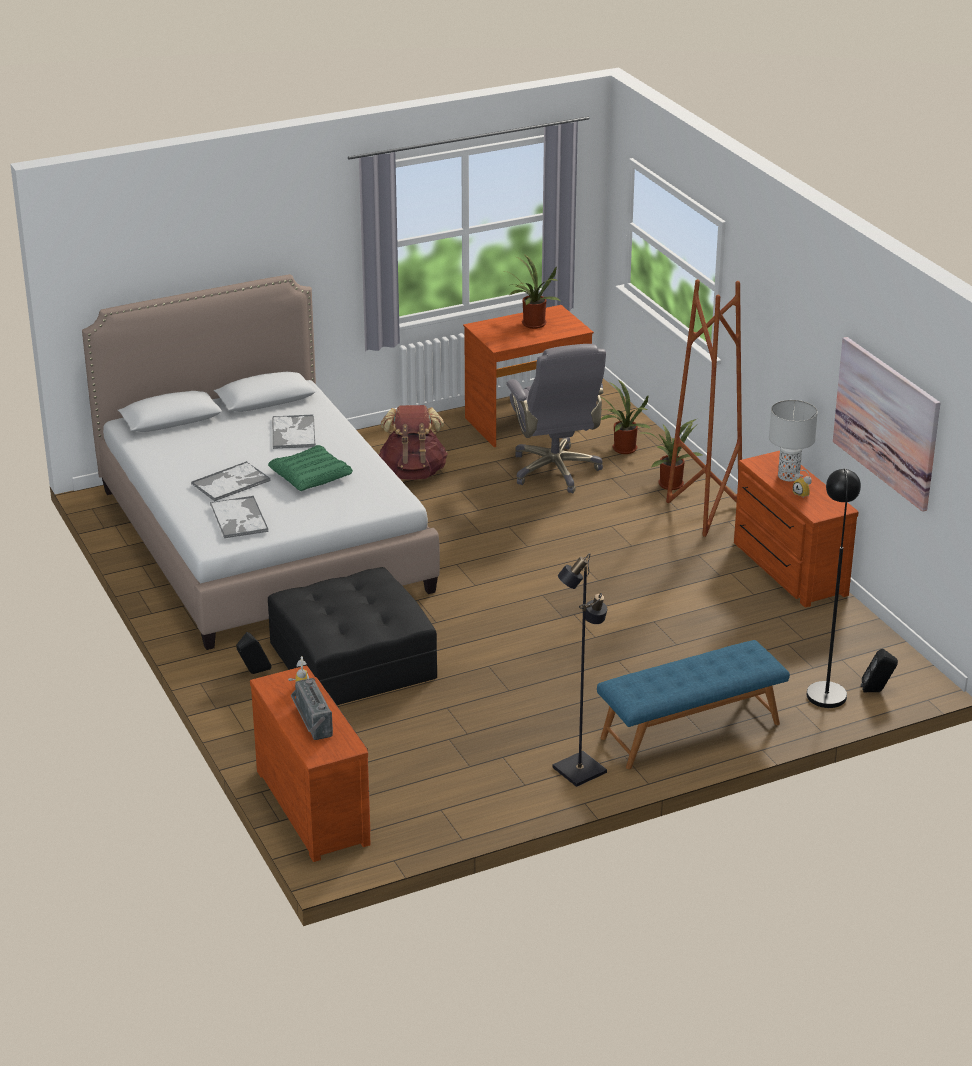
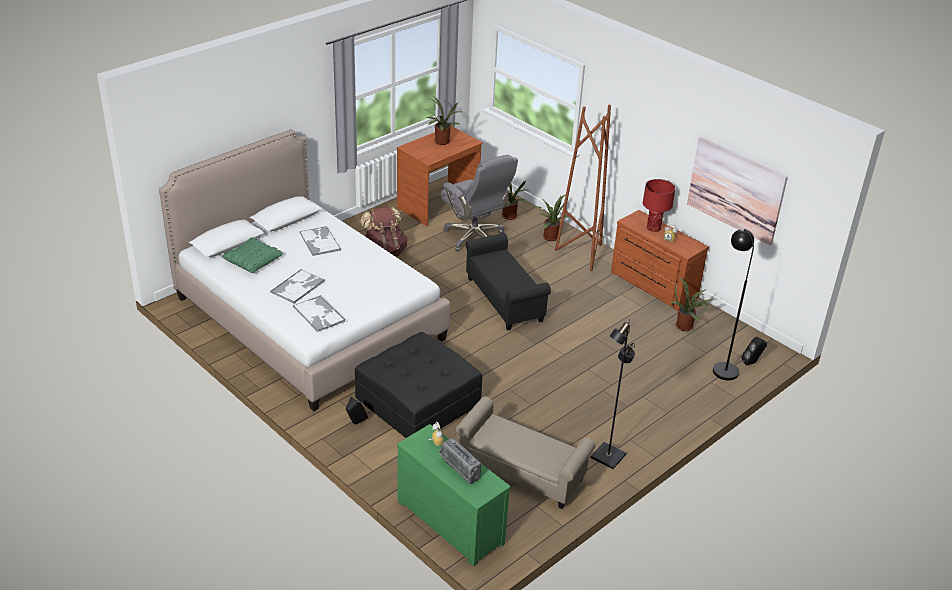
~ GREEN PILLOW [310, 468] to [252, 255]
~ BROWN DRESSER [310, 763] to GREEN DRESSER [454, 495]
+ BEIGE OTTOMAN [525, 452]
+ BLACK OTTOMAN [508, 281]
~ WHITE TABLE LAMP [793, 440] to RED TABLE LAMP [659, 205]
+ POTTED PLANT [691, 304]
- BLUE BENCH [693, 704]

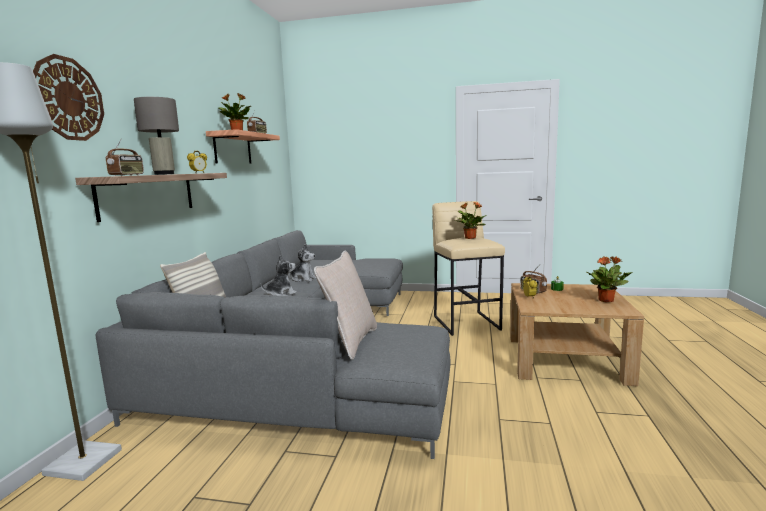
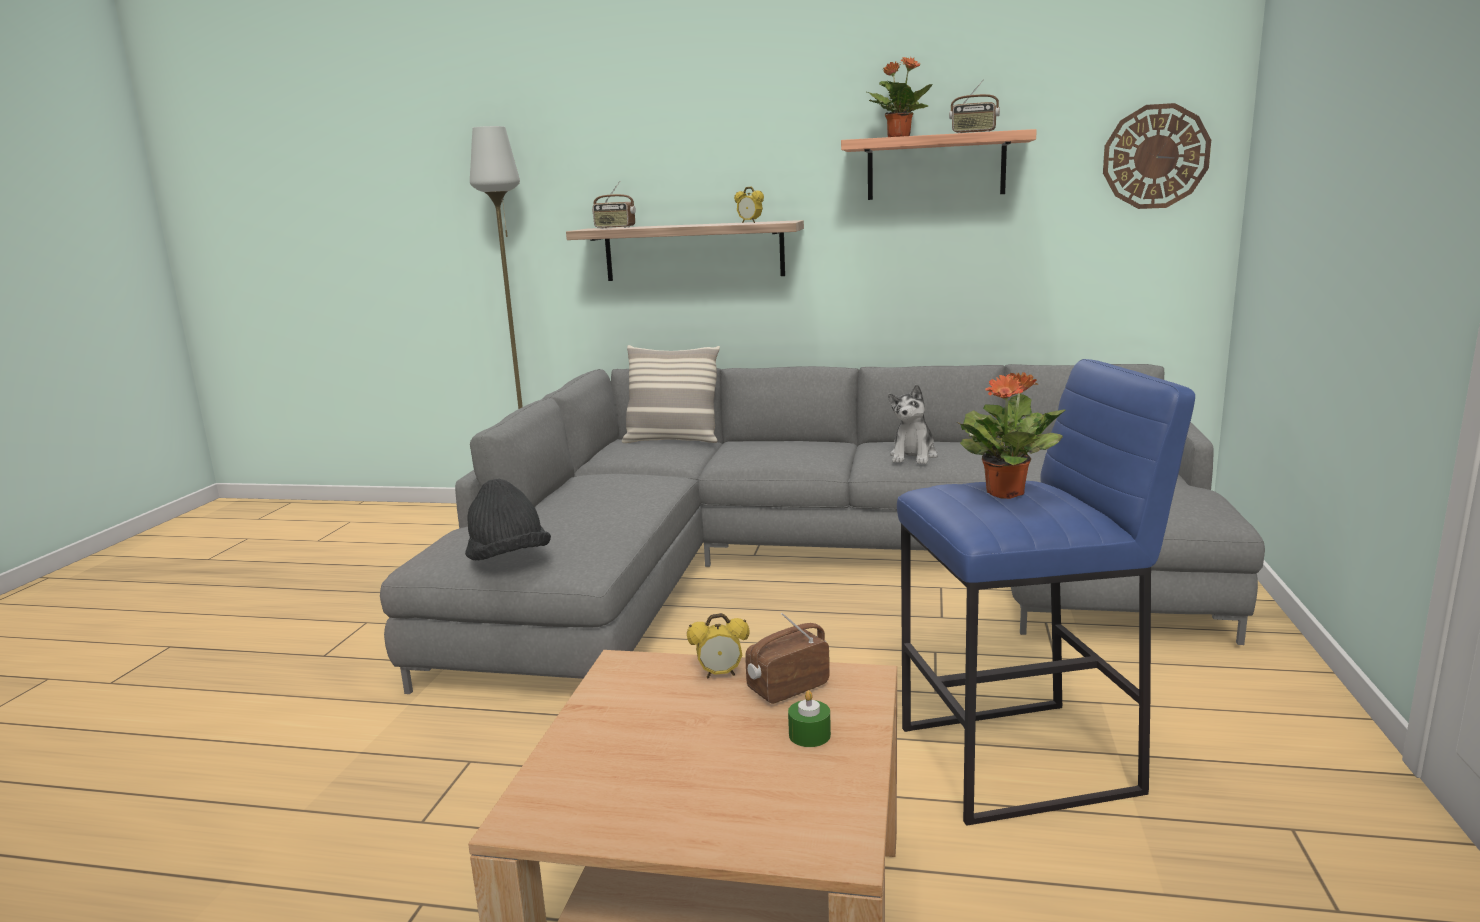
+ BLACK HAT [508, 520]
~ BEIGE STOOL [468, 268] to BLUE STOOL [1046, 592]
~ WALL CLOCK [68, 97] to [1157, 156]
- GREY TABLE LAMP [156, 136]
- PLUSH TOY [279, 275]
- BEIGE PILLOW [345, 305]
- POTTED PLANT [610, 279]

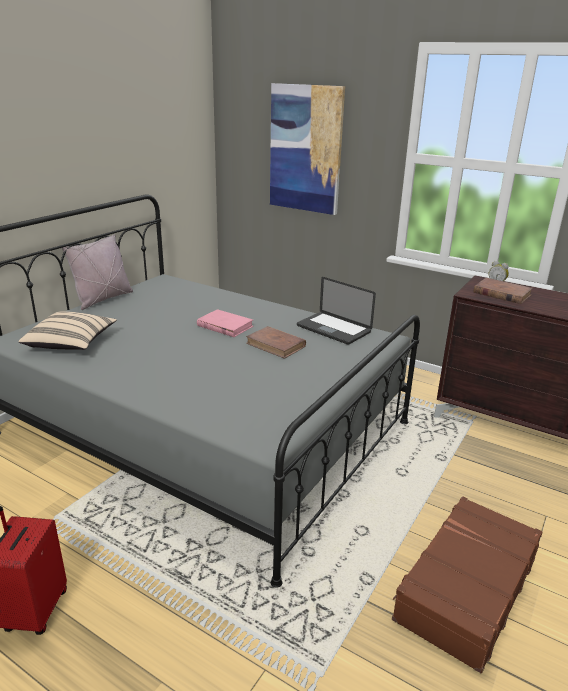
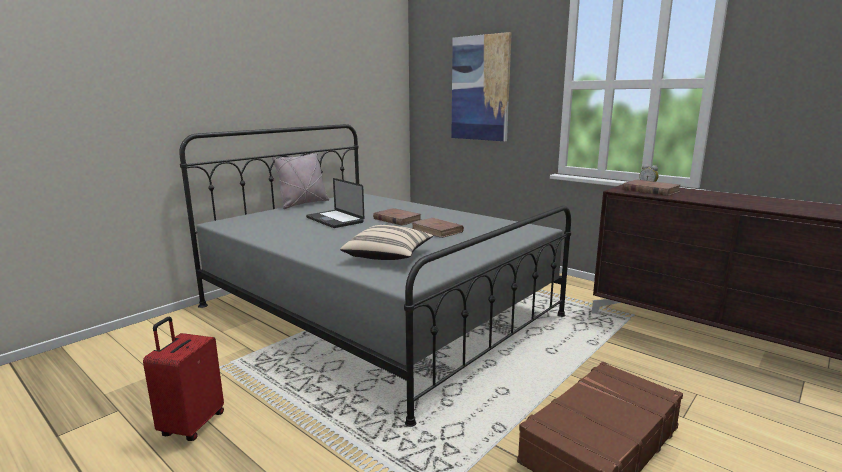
~ LAPTOP [336, 311] to [335, 203]
~ BEIGE PILLOW [68, 330] to [386, 242]
~ PINK BOOK [225, 323] to BROWN BOOK [397, 217]

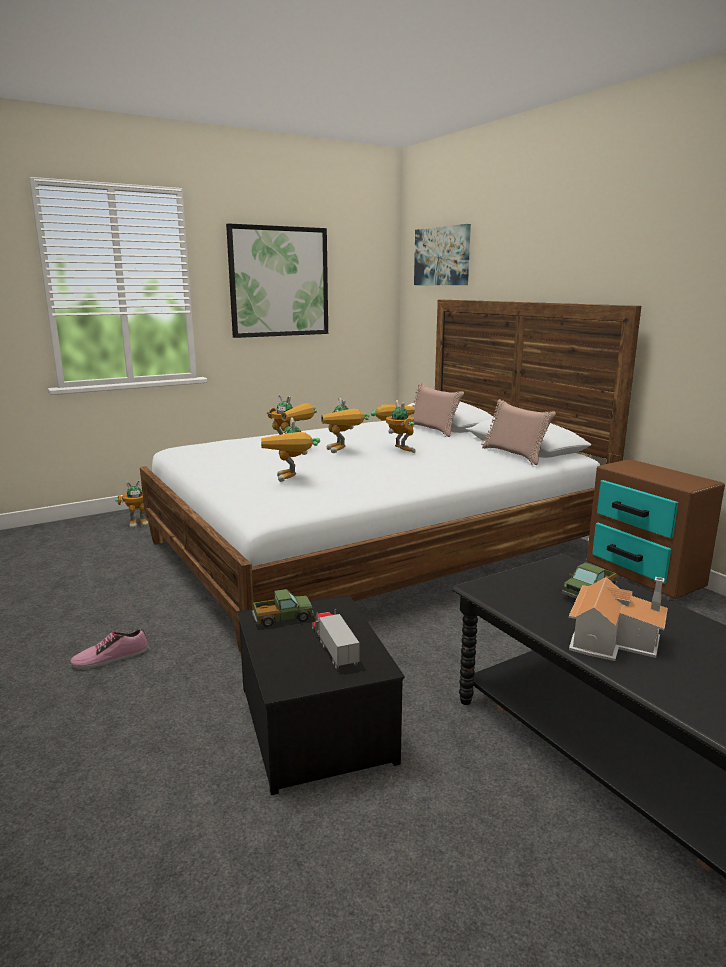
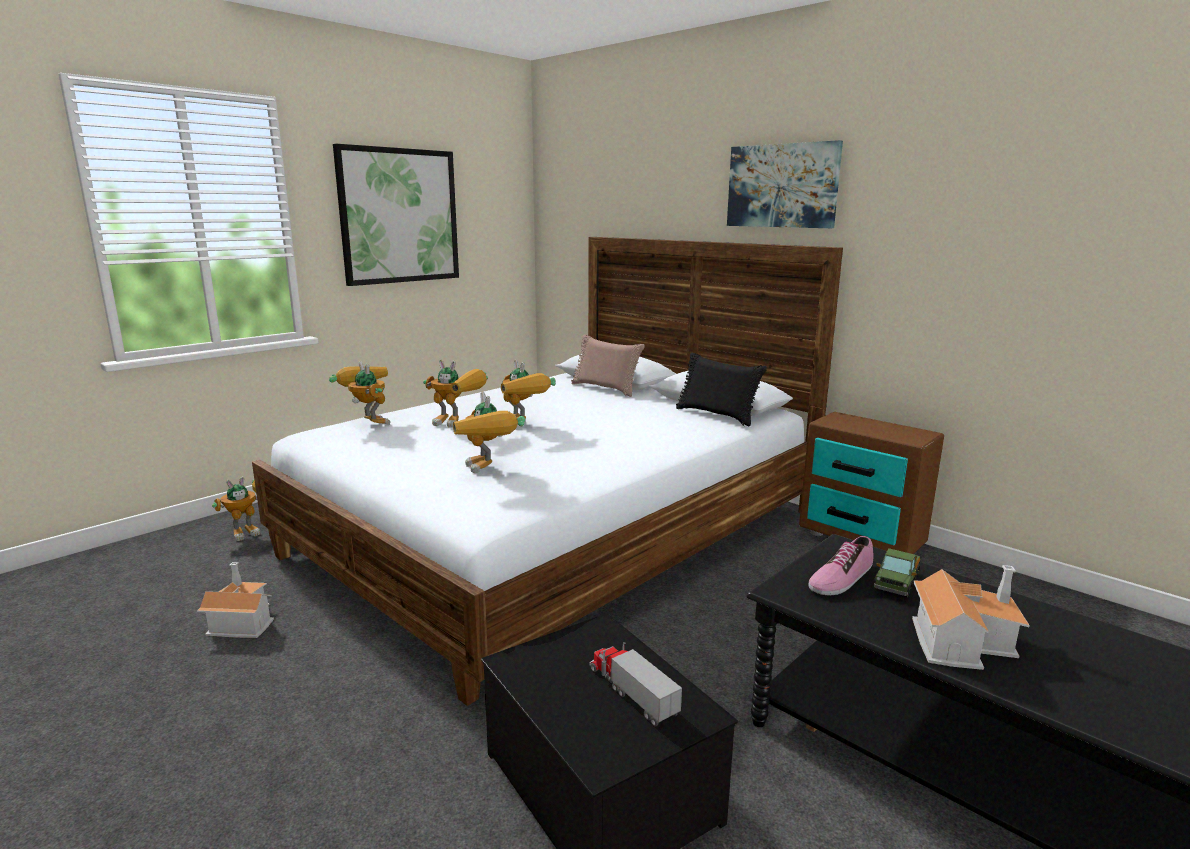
+ TOY HOUSE [235, 600]
~ TOY ROBOT [393, 426] to [359, 393]
~ BEIGE PILLOW [518, 432] to BLACK PILLOW [721, 389]
~ PICTURE [442, 254] to [785, 184]
~ SHOE [109, 649] to [840, 566]
- TOY TRUCK [283, 608]

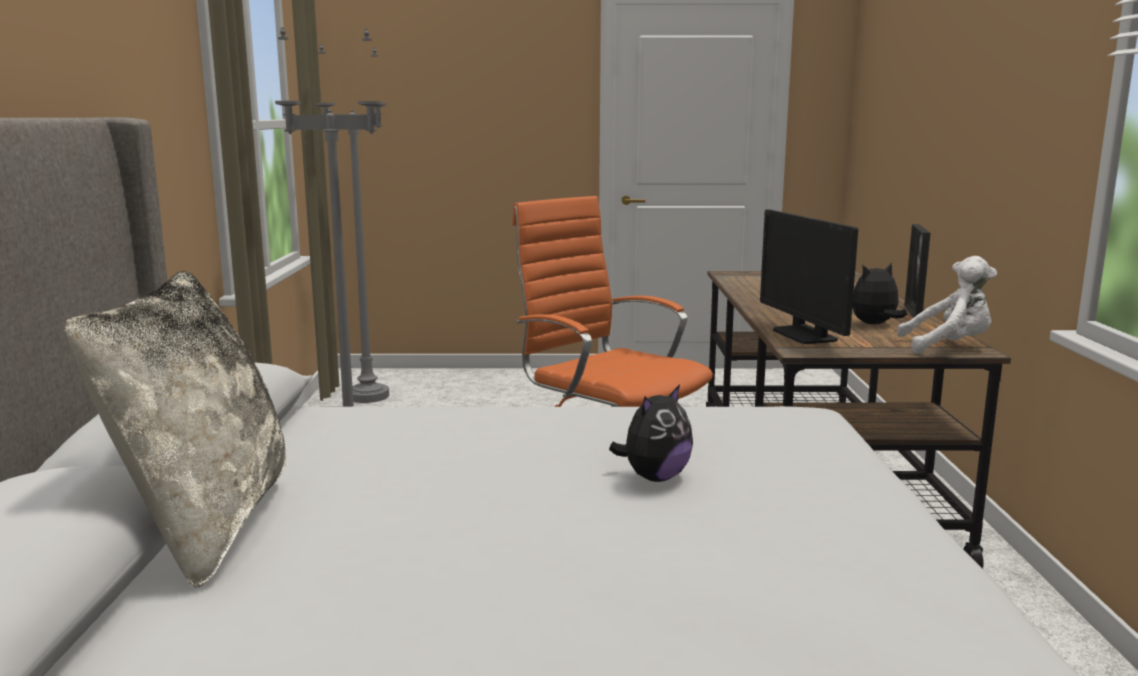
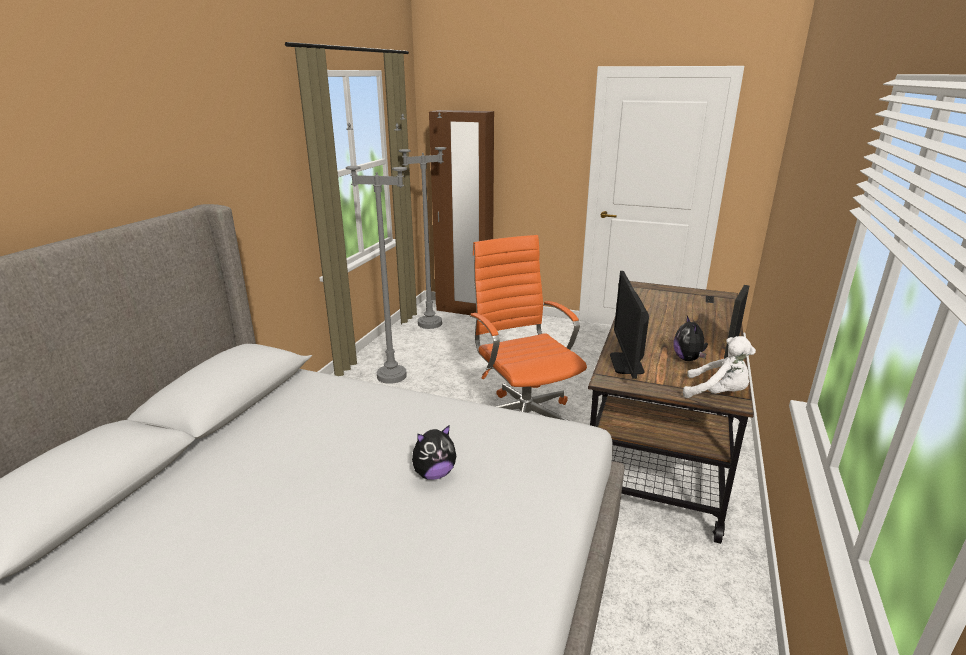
+ BROWN WARDROBE [461, 212]
~ PLUSH TOY [879, 293] = [690, 338] 90 degrees counterclockwise
- BEIGE PILLOW [175, 428]

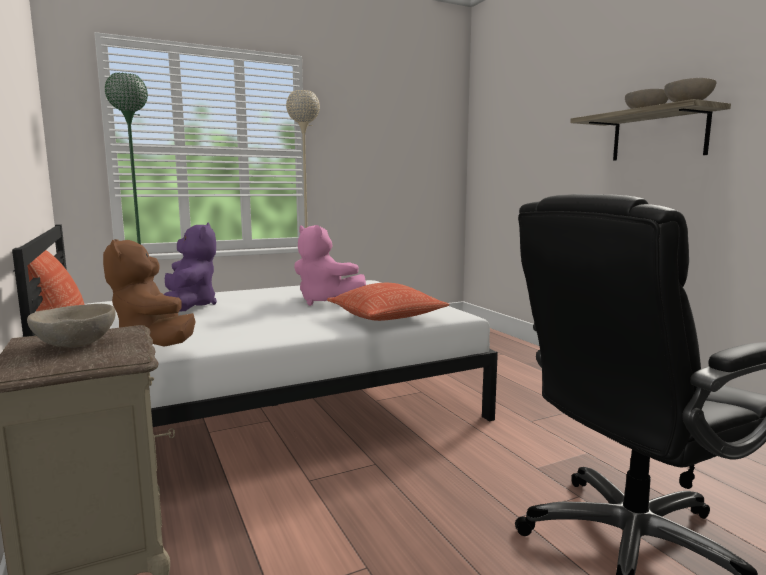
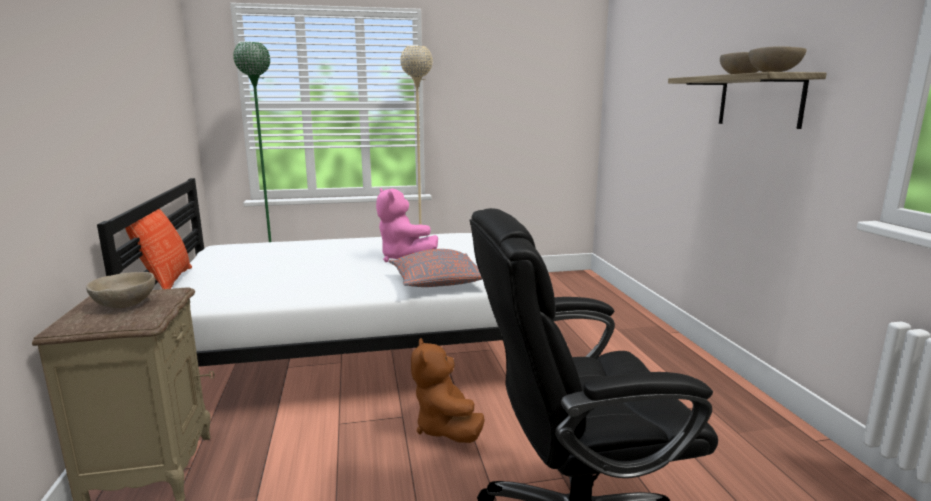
~ ORANGE PILLOW [388, 302] to GREY PILLOW [436, 268]
~ BROWN PLUSH TOY [149, 293] to [448, 390]
- PURPLE PLUSH TOY [190, 267]

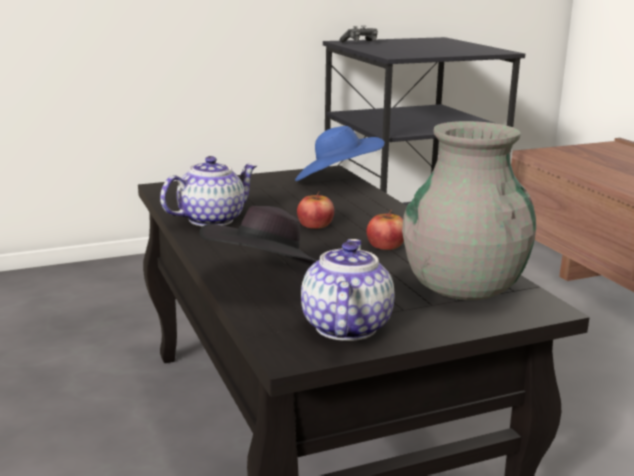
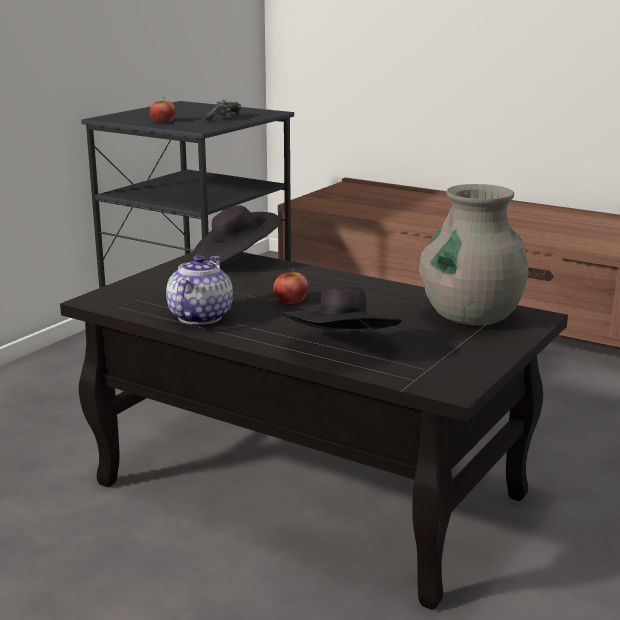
~ APPLE [385, 230] to [163, 110]
~ BLUE HAT [340, 153] to BLACK HAT [236, 234]
~ GAME CONTROLLER [359, 34] to [222, 110]
- TEAPOT [347, 290]

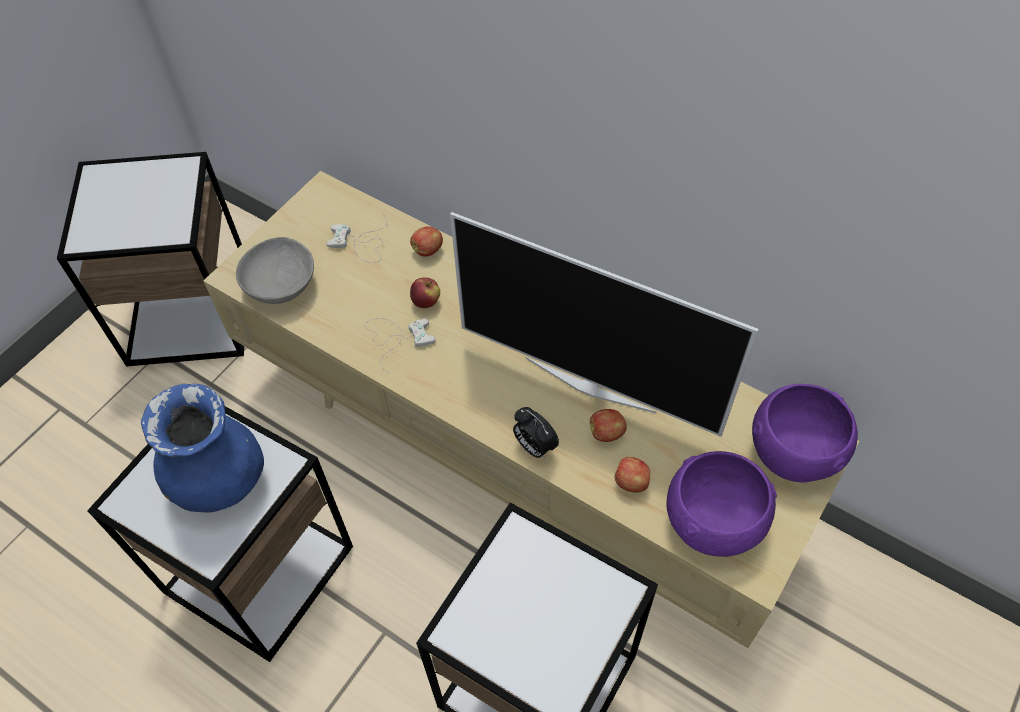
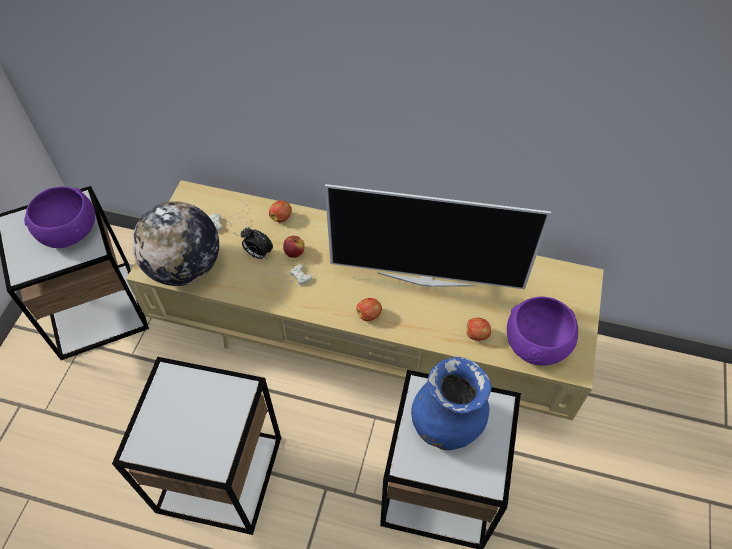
~ PURPLE BOWL [805, 433] to [59, 217]
~ GREY BOWL [275, 270] to GLOBE [175, 243]
~ ALARM CLOCK [536, 433] to [257, 243]
~ APPLE [608, 425] to [369, 309]
~ BLUE VASE [202, 448] to [451, 403]

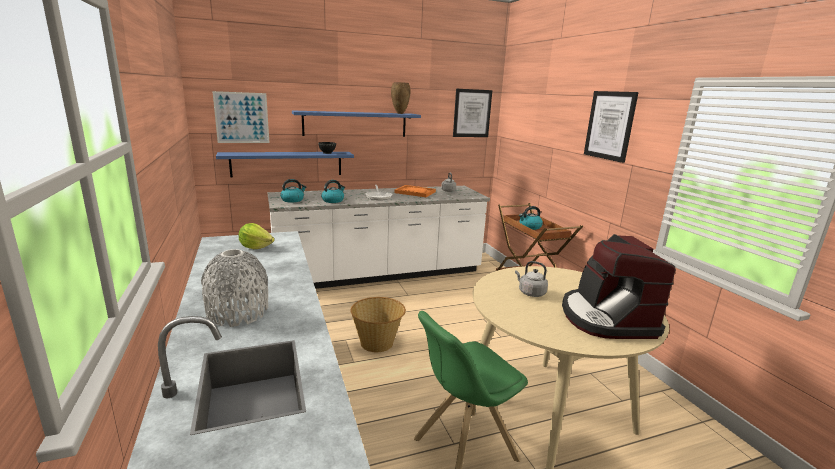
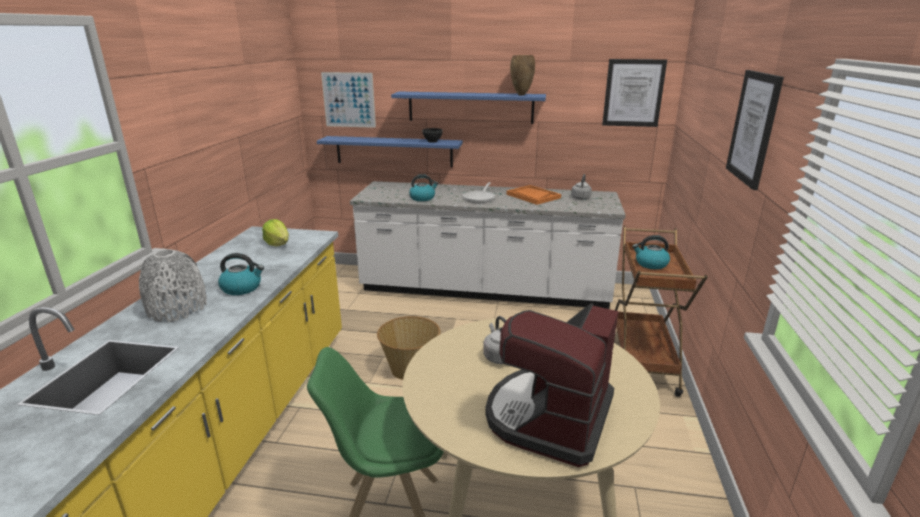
~ KETTLE [293, 191] to [241, 274]

